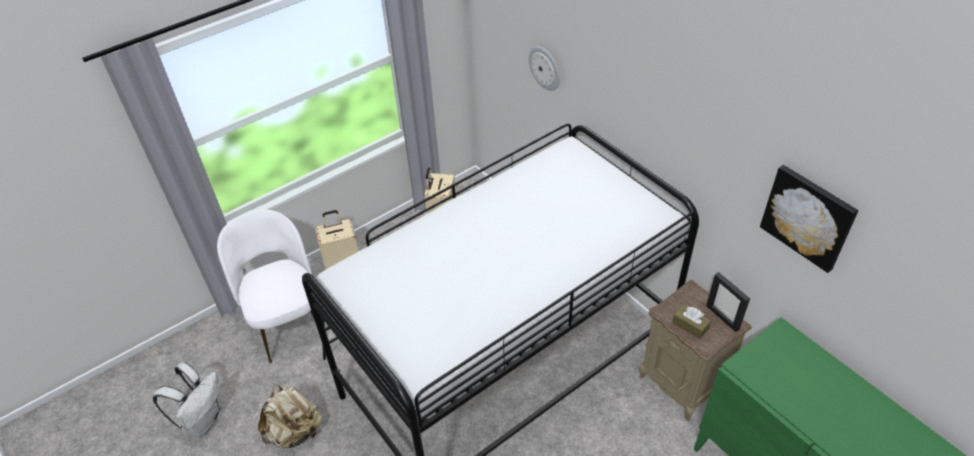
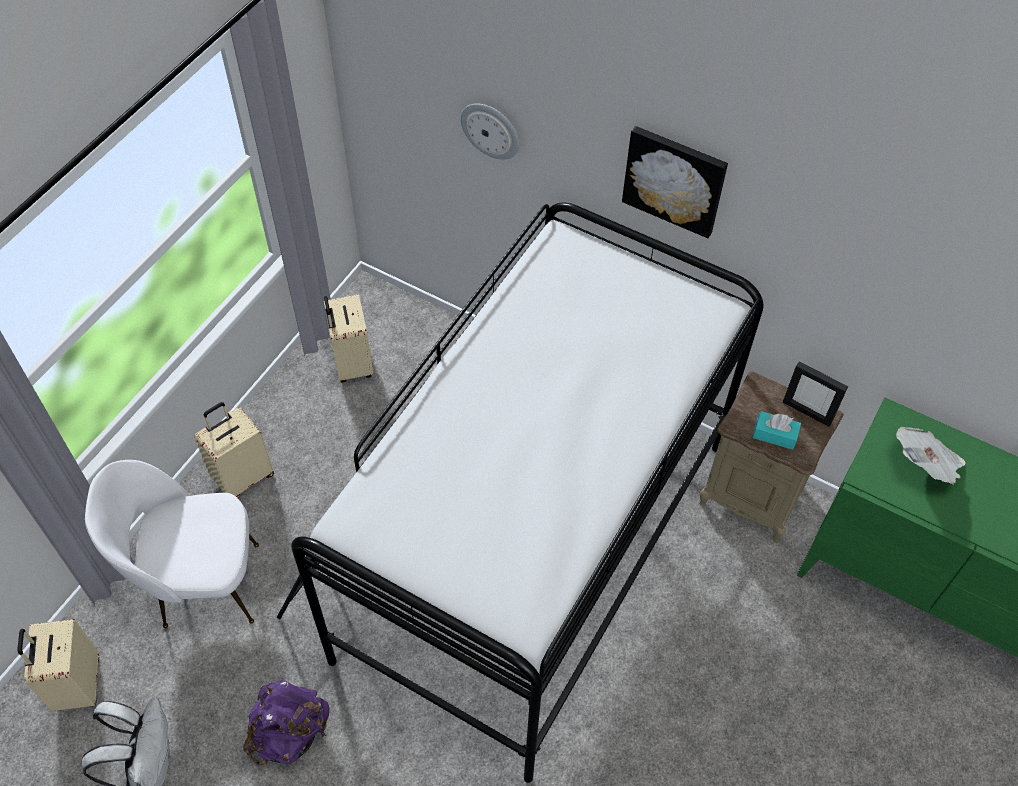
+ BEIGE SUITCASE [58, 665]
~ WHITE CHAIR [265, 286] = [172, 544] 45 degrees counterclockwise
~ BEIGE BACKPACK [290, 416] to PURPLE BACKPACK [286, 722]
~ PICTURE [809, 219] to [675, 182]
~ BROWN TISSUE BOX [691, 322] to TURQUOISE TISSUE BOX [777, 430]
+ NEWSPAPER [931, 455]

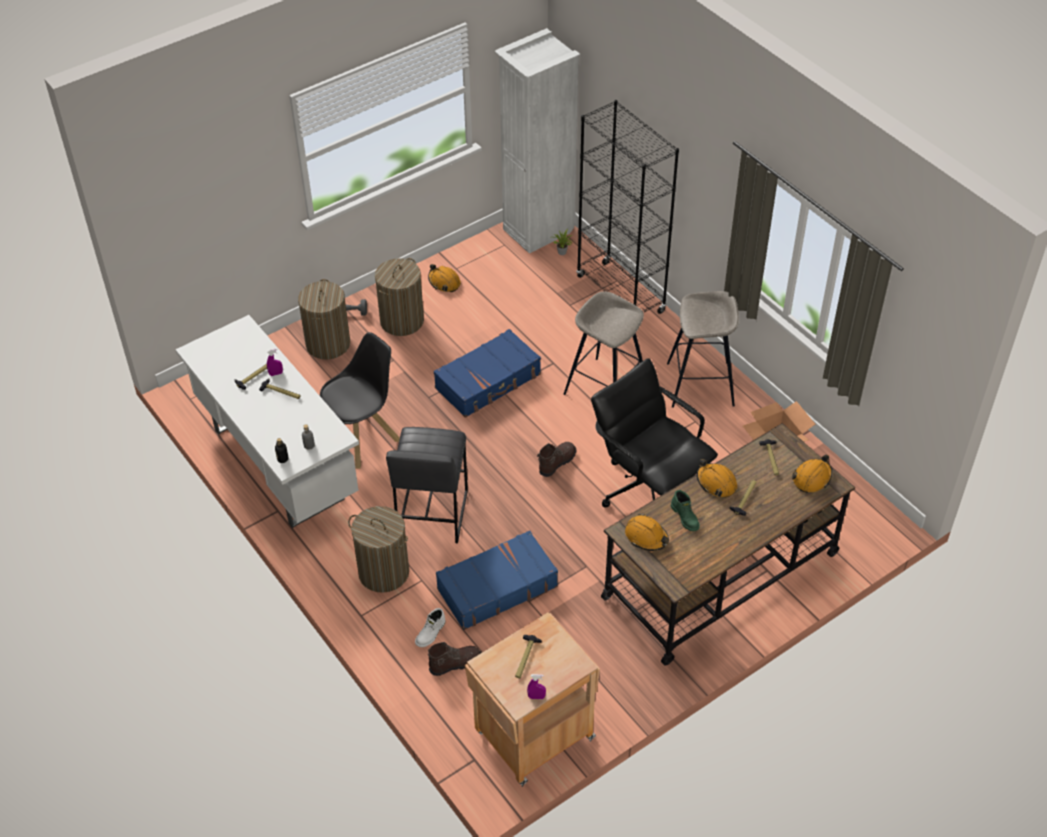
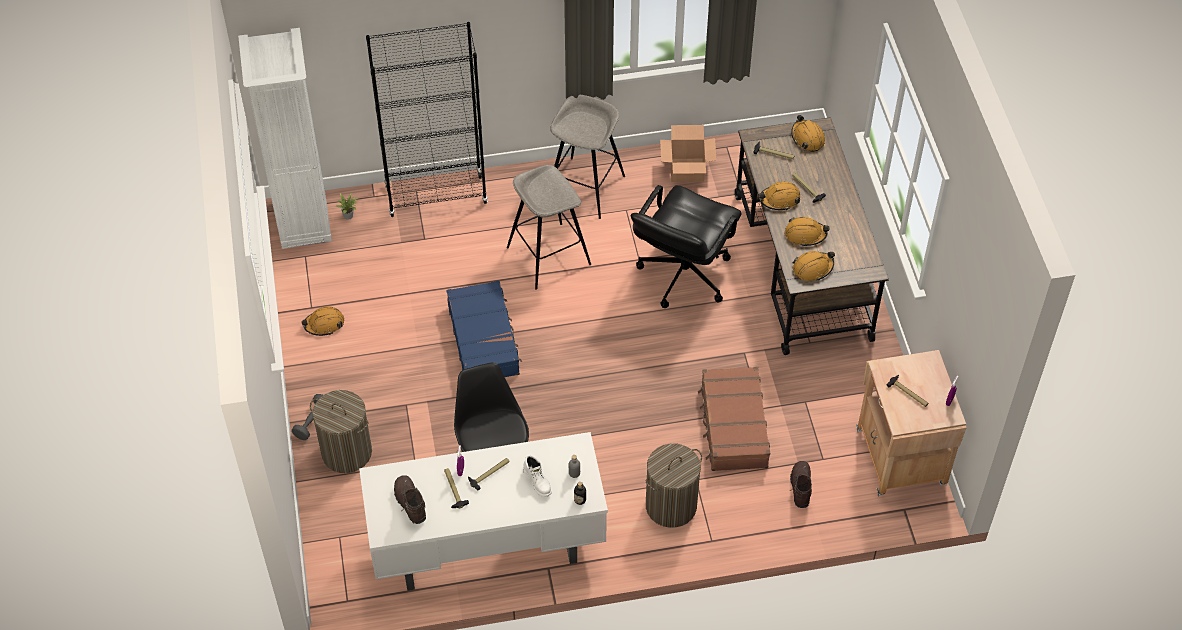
~ BROWN BOOT [557, 459] to [410, 499]
~ WHITE BOOT [430, 627] to [537, 476]
~ BLACK OFFICE CHAIR [654, 433] = [686, 246] 45 degrees counterclockwise
~ BLUE SUITCASE [497, 580] to BROWN SUITCASE [734, 419]
~ GREEN BOOT [685, 510] to ORANGE HARD HAT [807, 232]
- LAUNDRY BASKET [399, 297]
- GREY STOOL [427, 485]

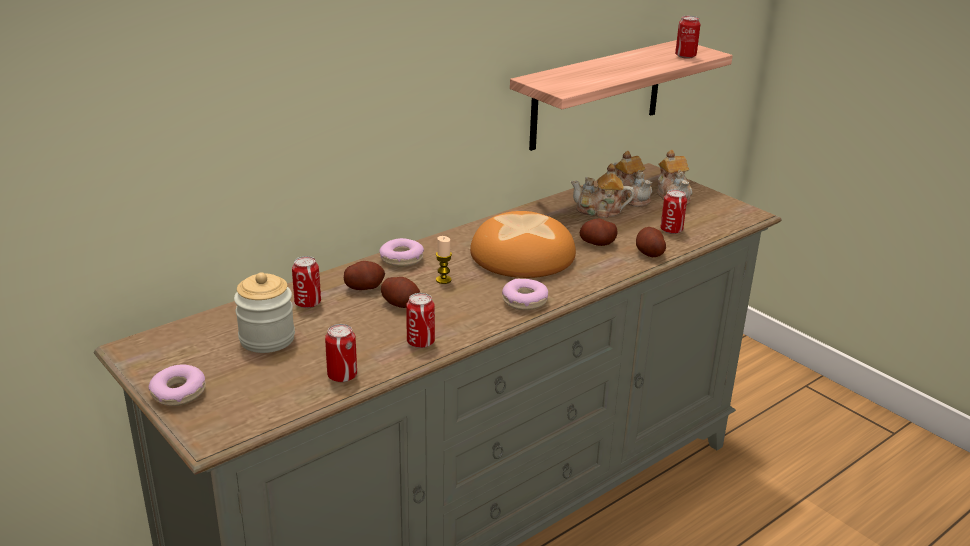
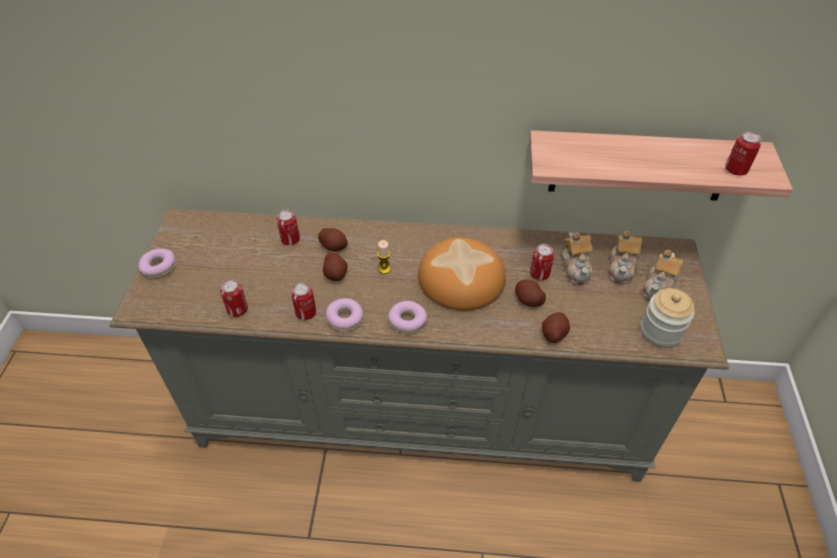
~ DONUT [401, 252] to [344, 314]
~ CAN [673, 211] to [542, 262]
~ TEAPOT [602, 190] = [577, 258] 150 degrees counterclockwise
~ JAR [264, 312] to [668, 318]

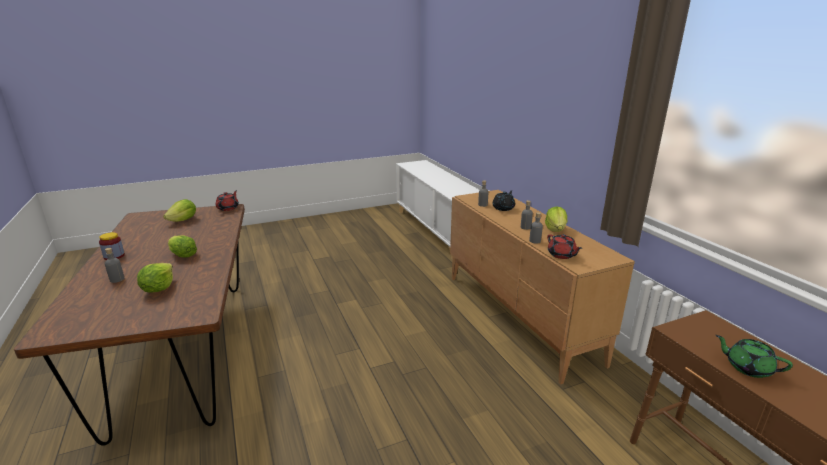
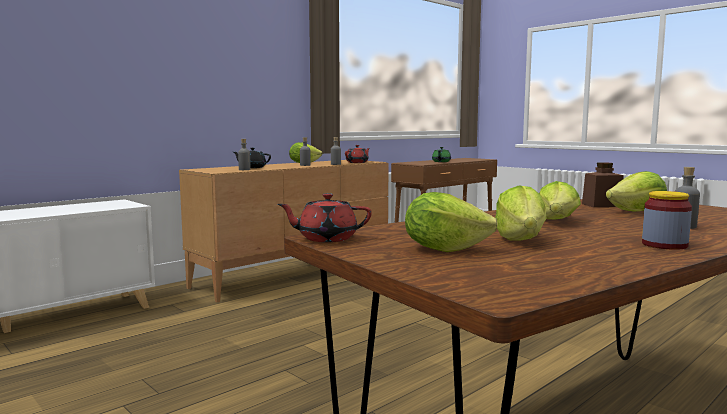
+ LETTUCE [521, 213]
+ BROWN JAR [603, 185]

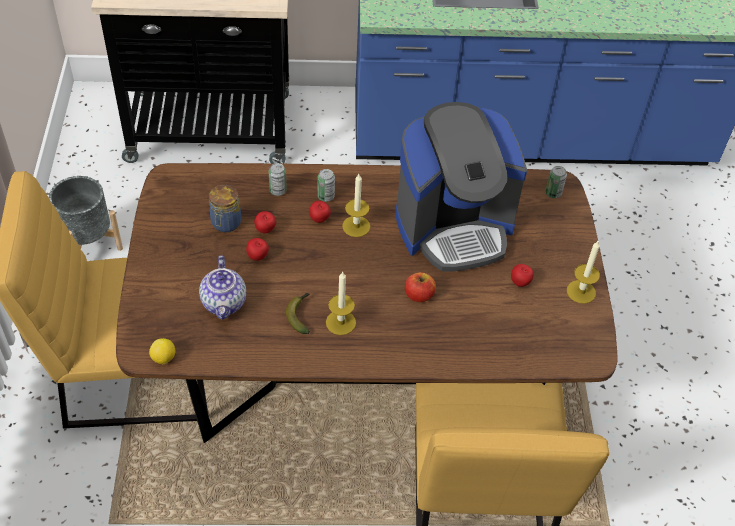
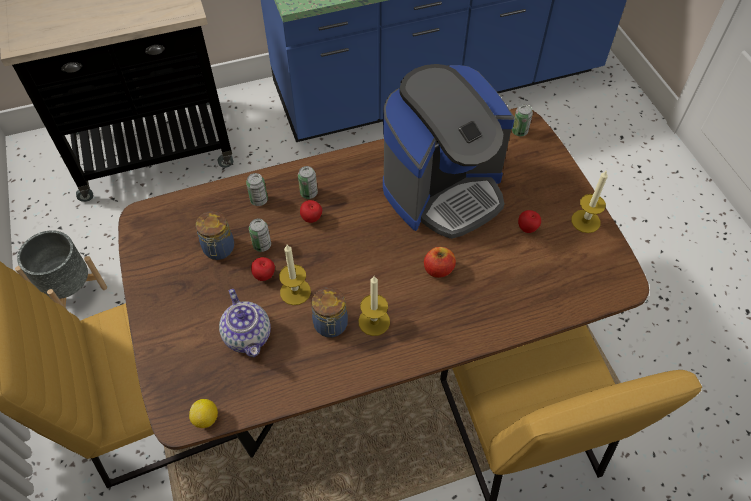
~ APPLE [265, 222] to CAN [260, 235]
~ CANDLE [356, 205] to [295, 275]
~ BANANA [298, 313] to JAR [330, 312]

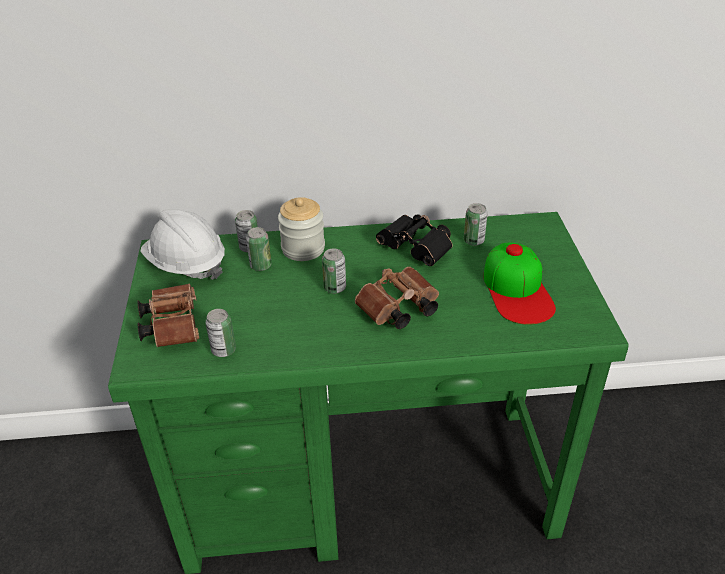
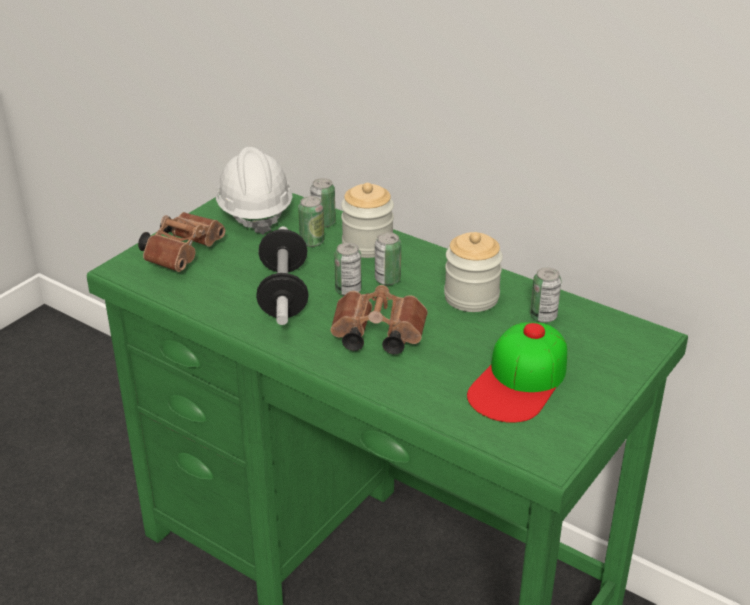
+ DUMBBELL [282, 275]
~ CAN [220, 333] to [388, 258]
~ BLACK BINOCULARS [414, 240] to JAR [473, 272]

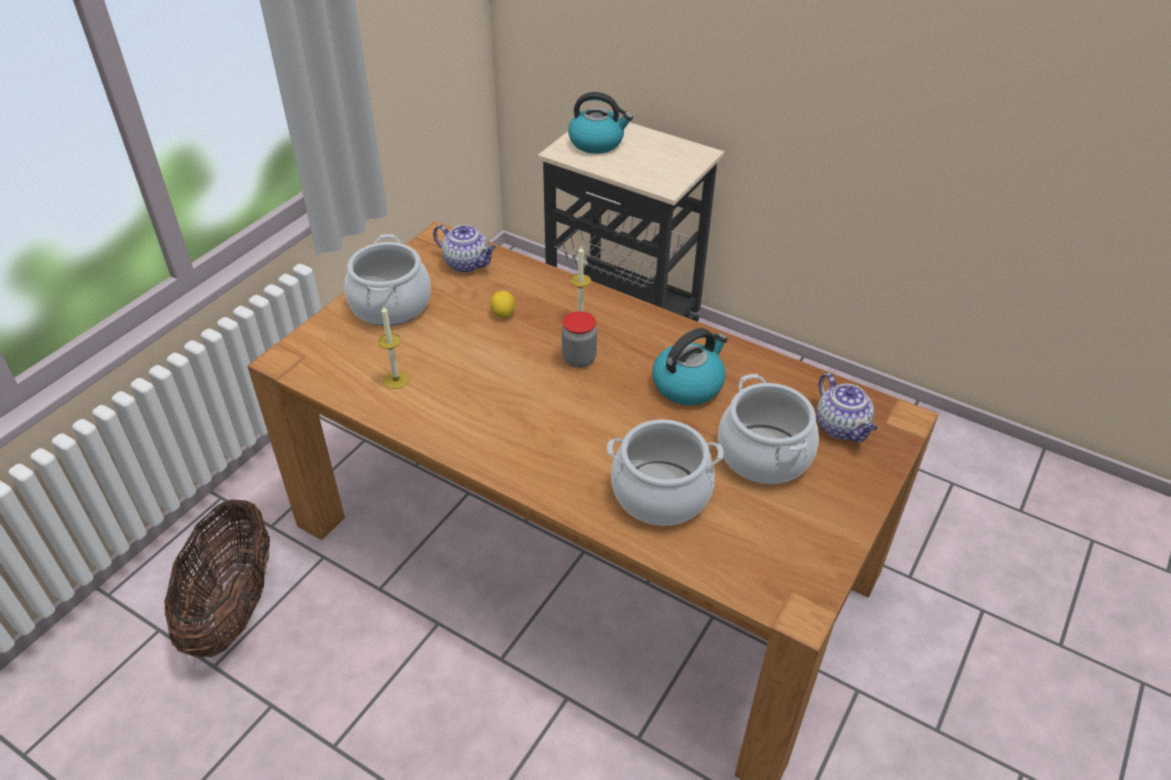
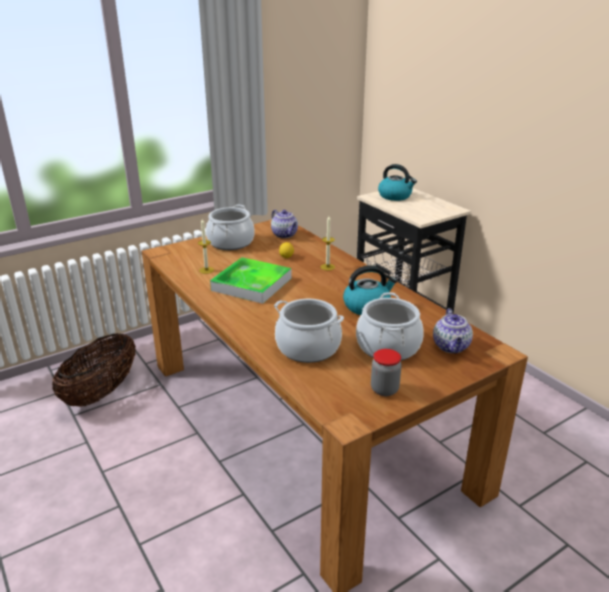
+ TRAY [250, 280]
~ JAR [579, 339] to [386, 372]

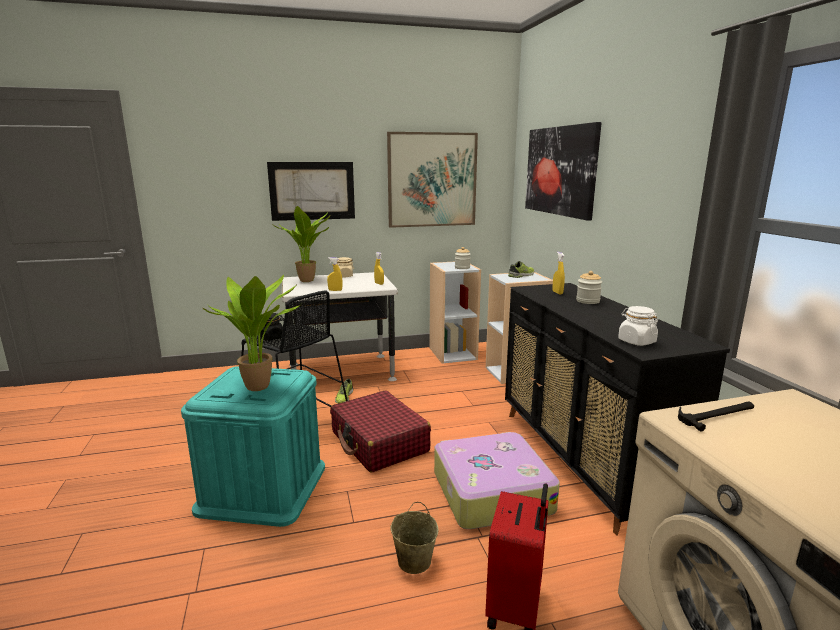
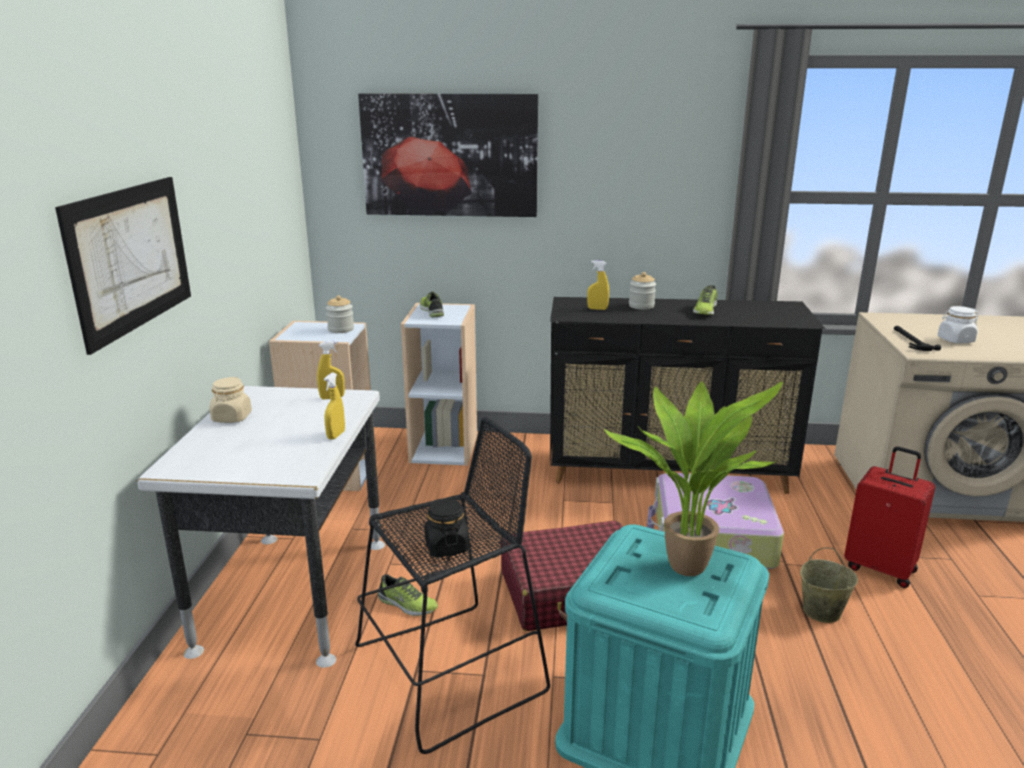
+ SHOE [705, 300]
~ WHITE JAR [638, 326] to [958, 324]
- POTTED PLANT [301, 244]
- PICTURE [432, 180]

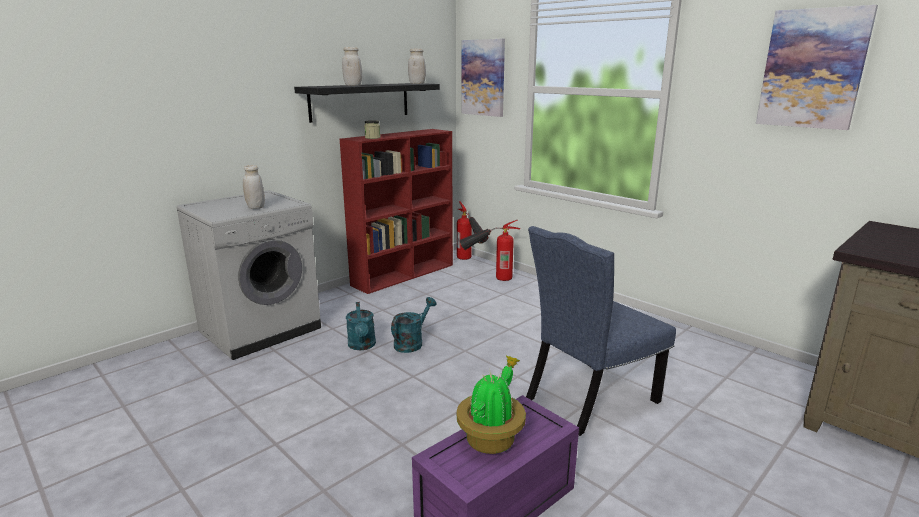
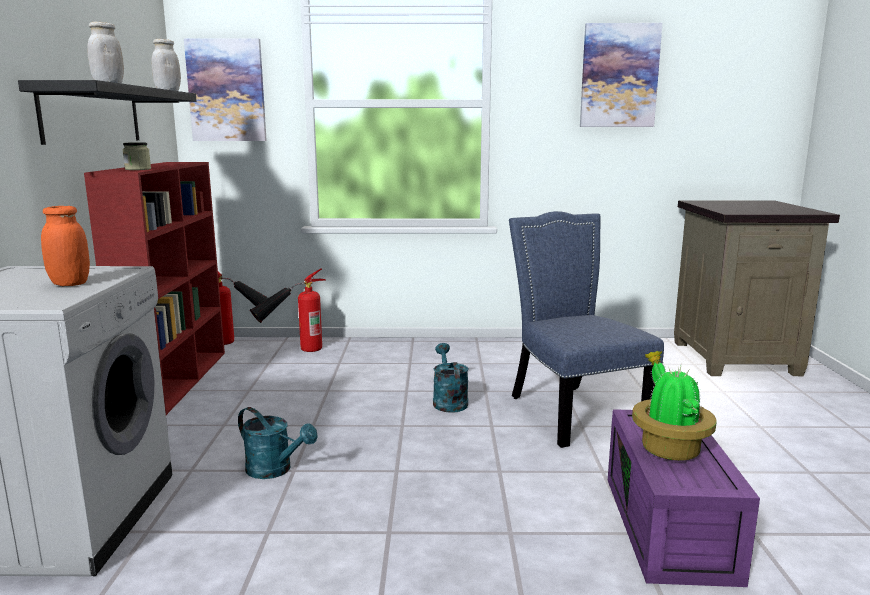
~ WHITE JAR [254, 187] to ORANGE JAR [65, 246]
~ TURQUOISE WATERING CAN [413, 325] to [451, 378]
~ BLUE CHAIR [601, 331] = [586, 329] 150 degrees clockwise

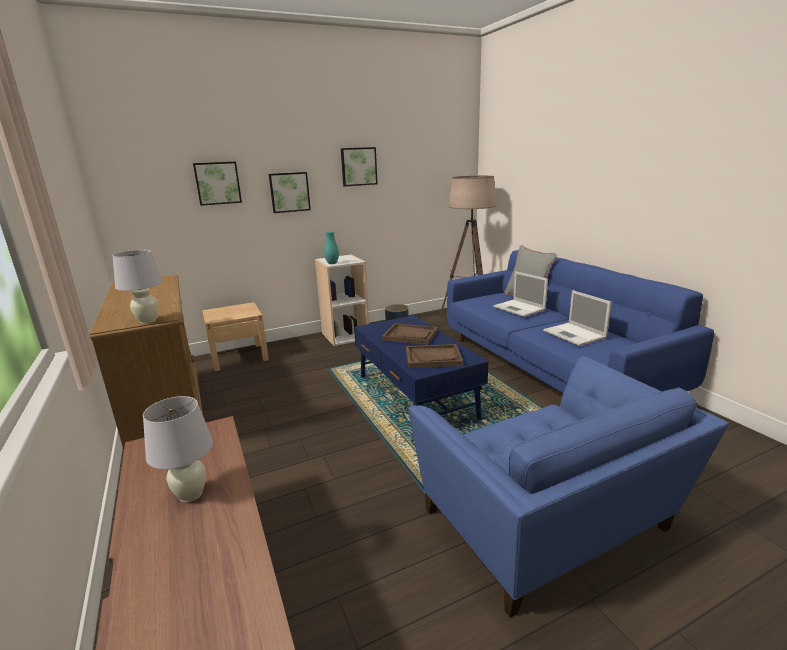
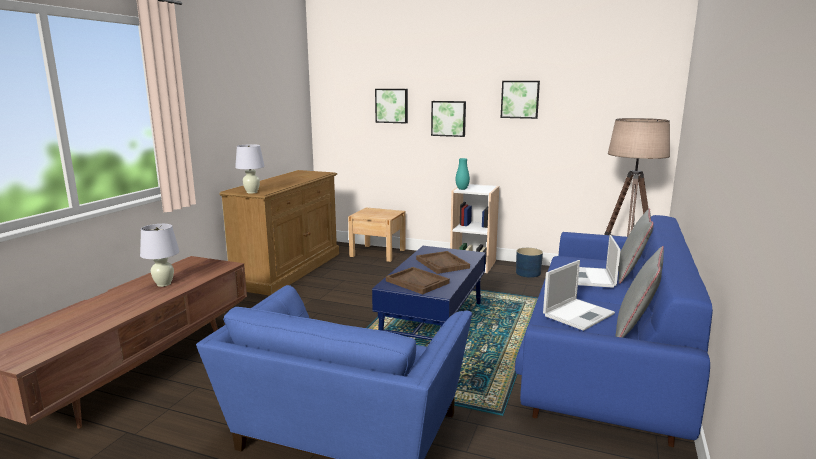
~ LAPTOP [577, 318] = [579, 295] 150 degrees counterclockwise
+ GREY PILLOW [639, 292]

